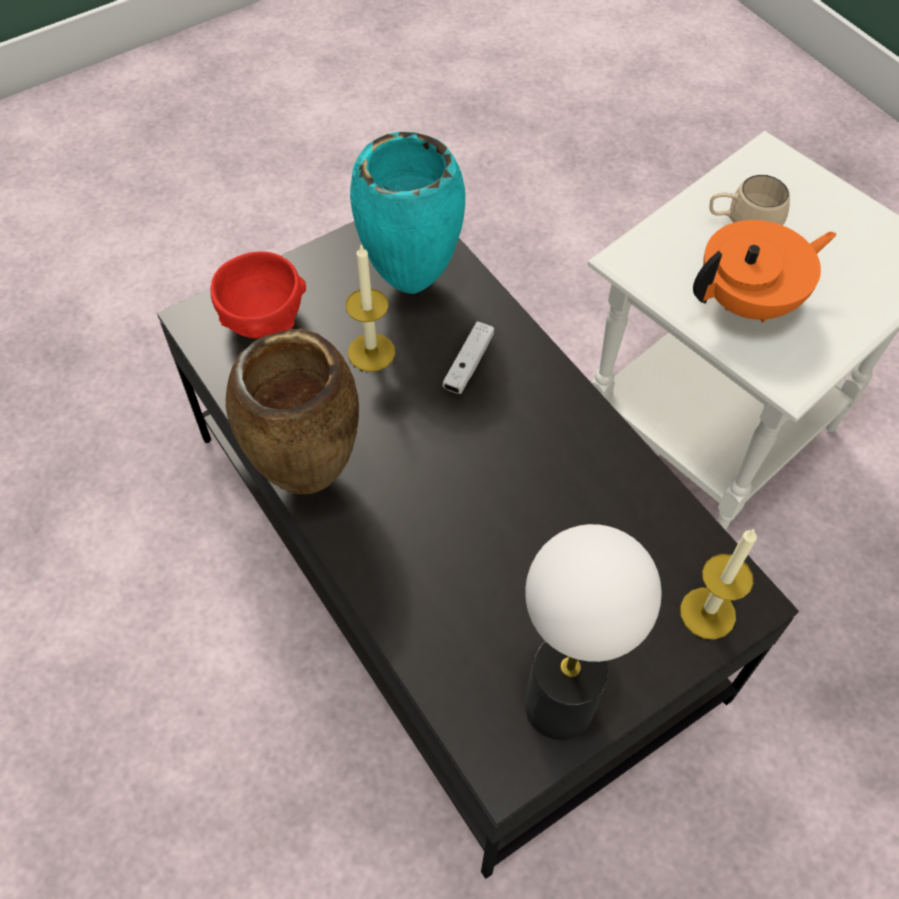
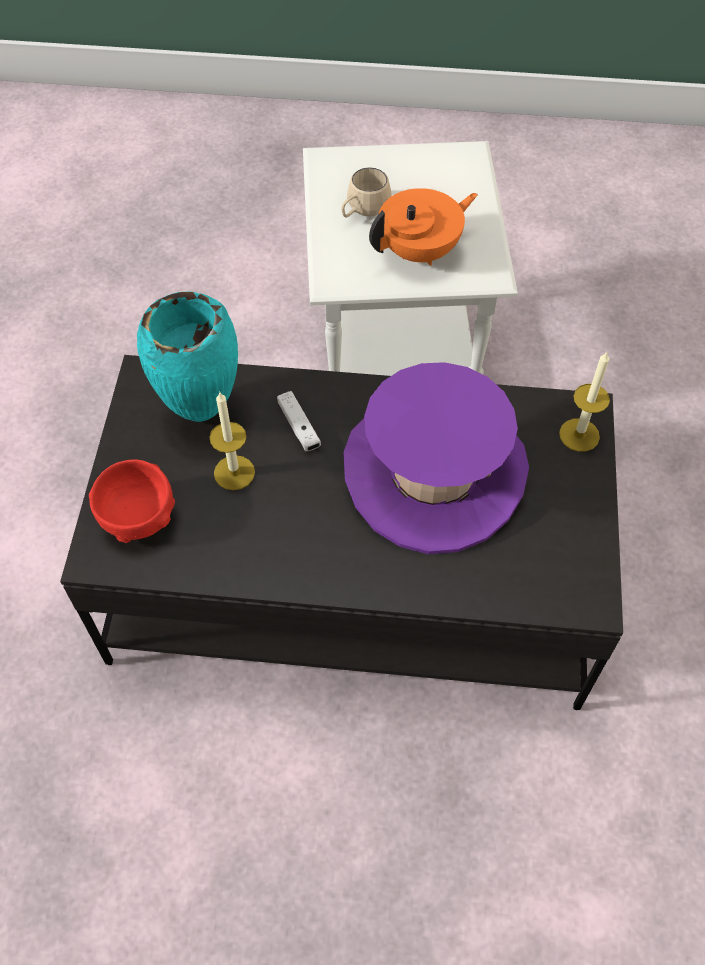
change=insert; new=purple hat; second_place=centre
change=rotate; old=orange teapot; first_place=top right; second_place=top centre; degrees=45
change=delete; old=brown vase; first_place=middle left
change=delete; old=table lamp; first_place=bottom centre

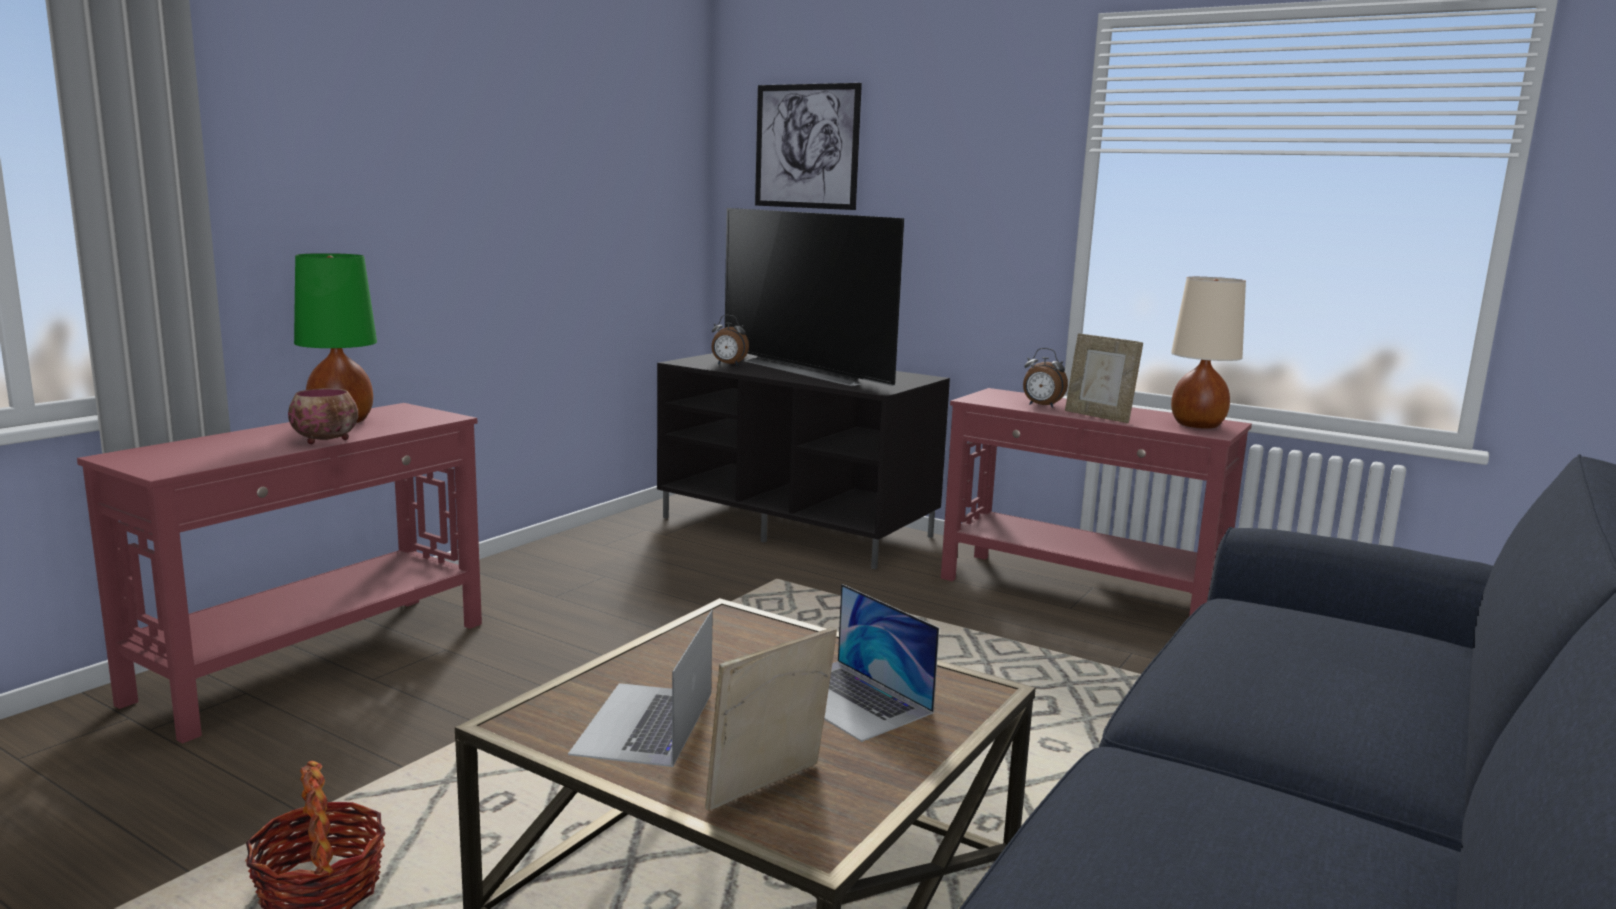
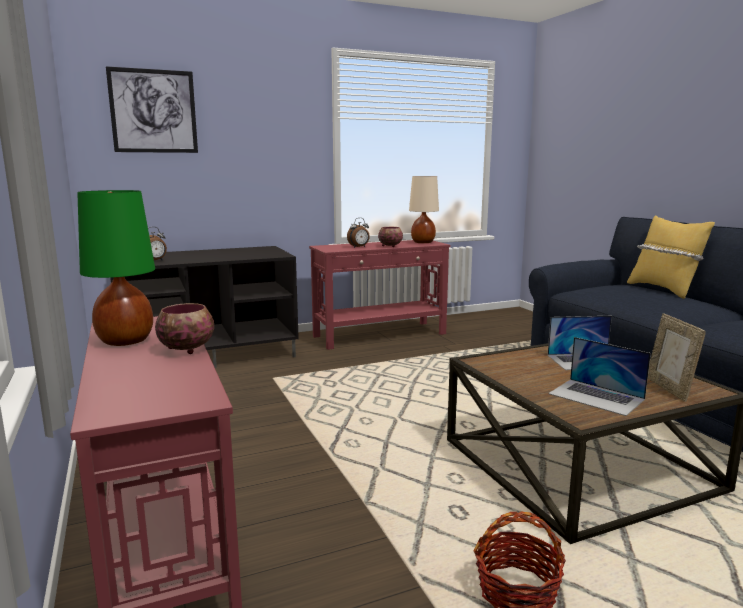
change=replace; old=picture frame (2nd from left); new=bowl (2nd from left); first_place=middle right; second_place=centre
change=insert; new=yellow pillow; second_place=middle right
change=delete; old=television; first_place=top centre

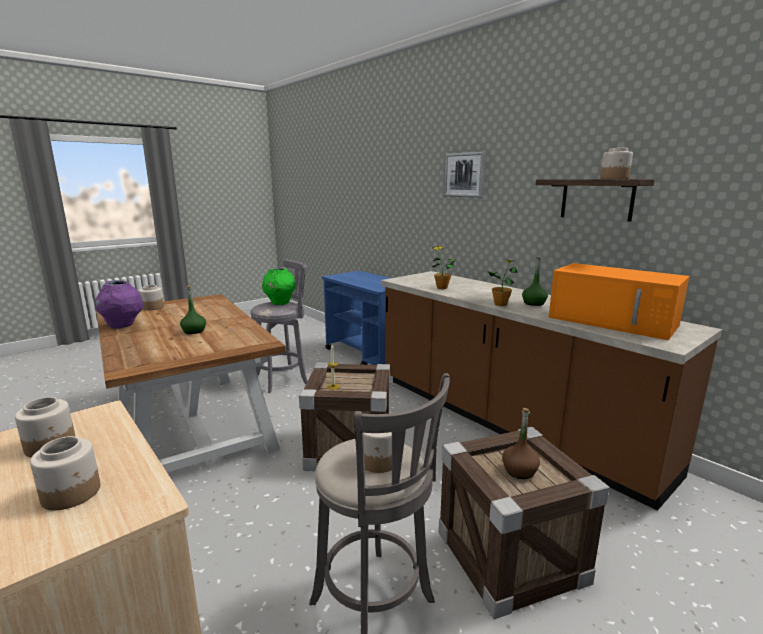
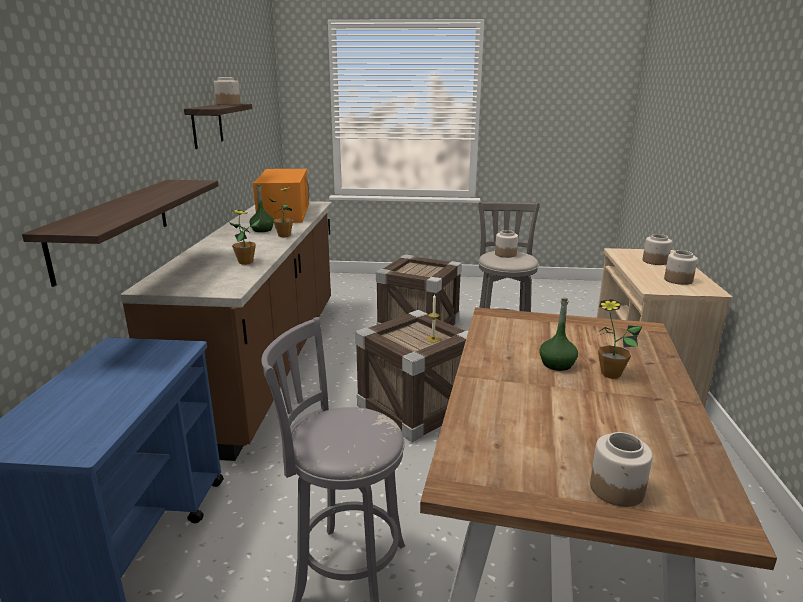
change=insert; new=shelf (1st from left); second_place=middle left
change=insert; new=potted plant (3rd from left); second_place=middle right
change=delete; old=purple vase; first_place=middle left
change=delete; old=green vase; first_place=centre
change=delete; old=picture; first_place=top centre
change=delete; old=brown bottle; first_place=bottom right

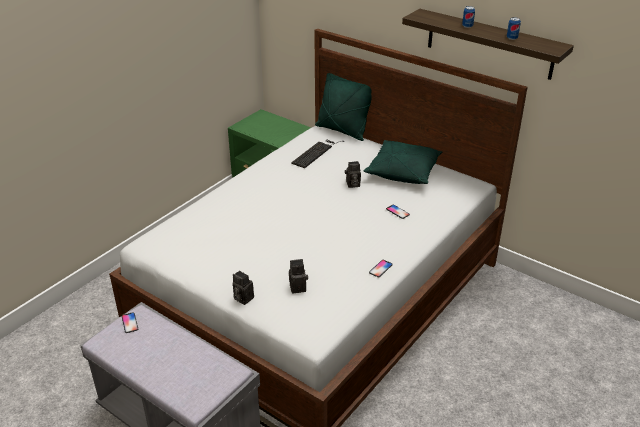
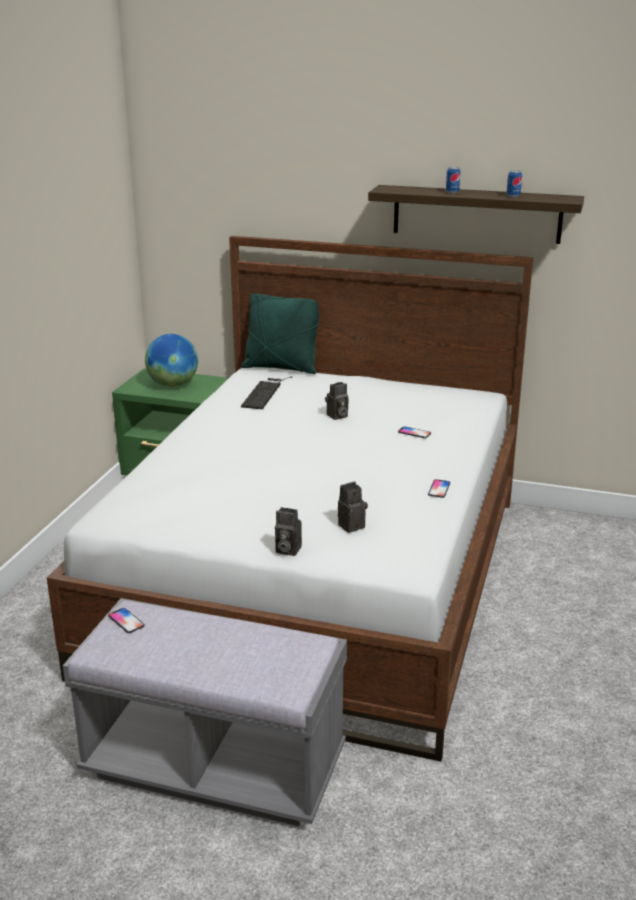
change=insert; new=globe; second_place=middle left
change=delete; old=green pillow (2nd from left); first_place=centre

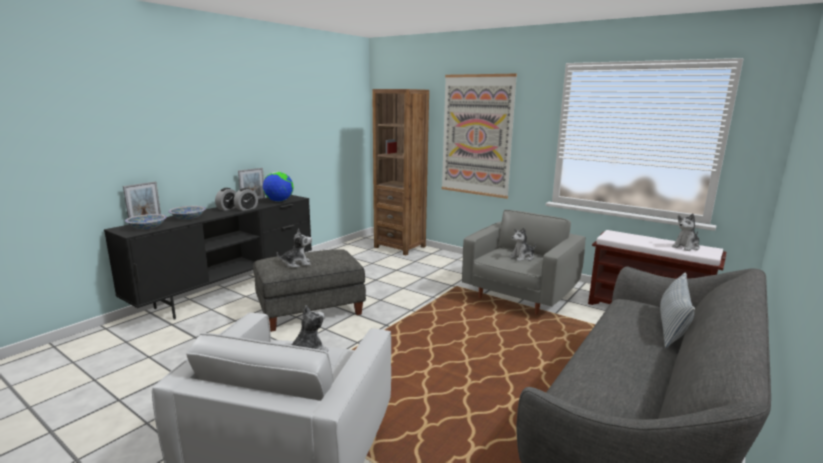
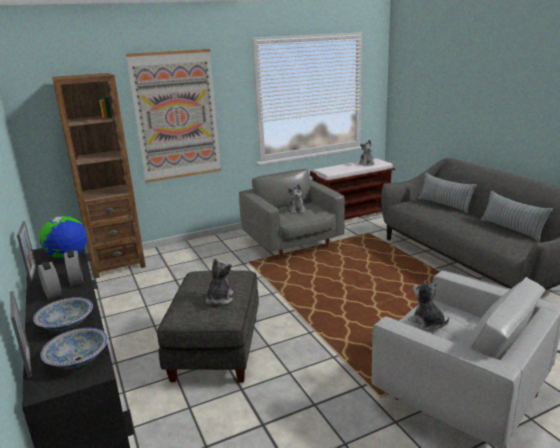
change=insert; new=pillow (2nd from left); second_place=middle right

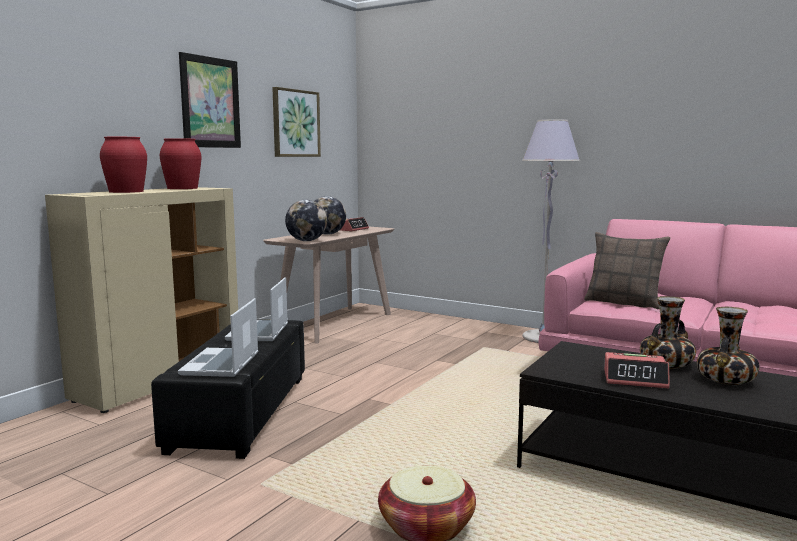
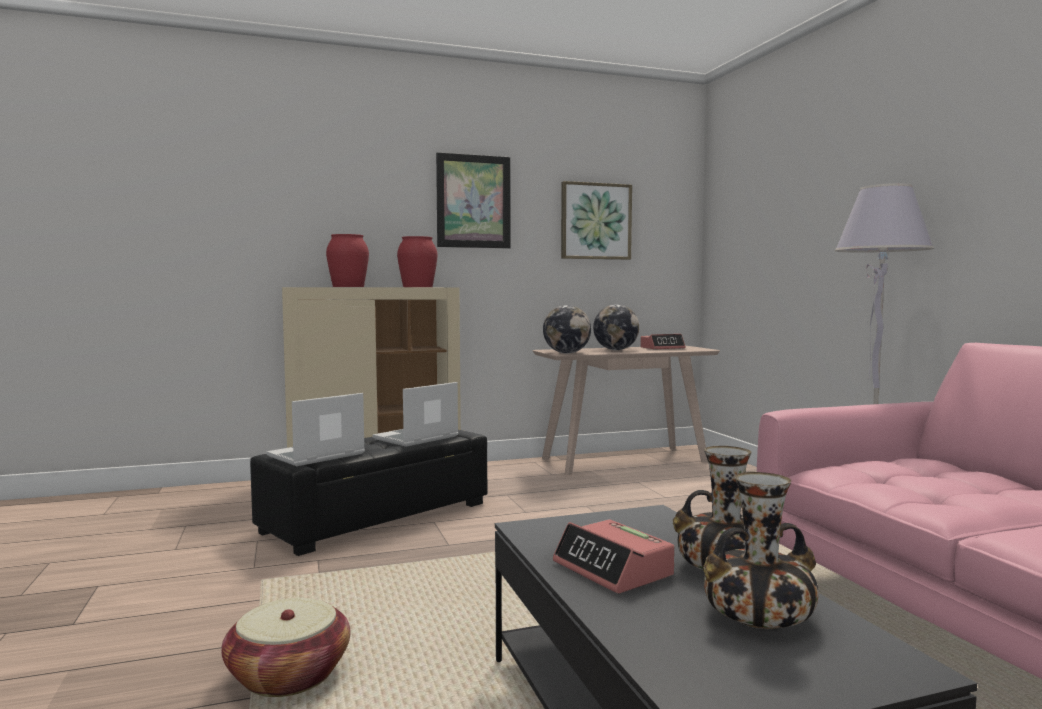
change=delete; old=pillow; first_place=middle right

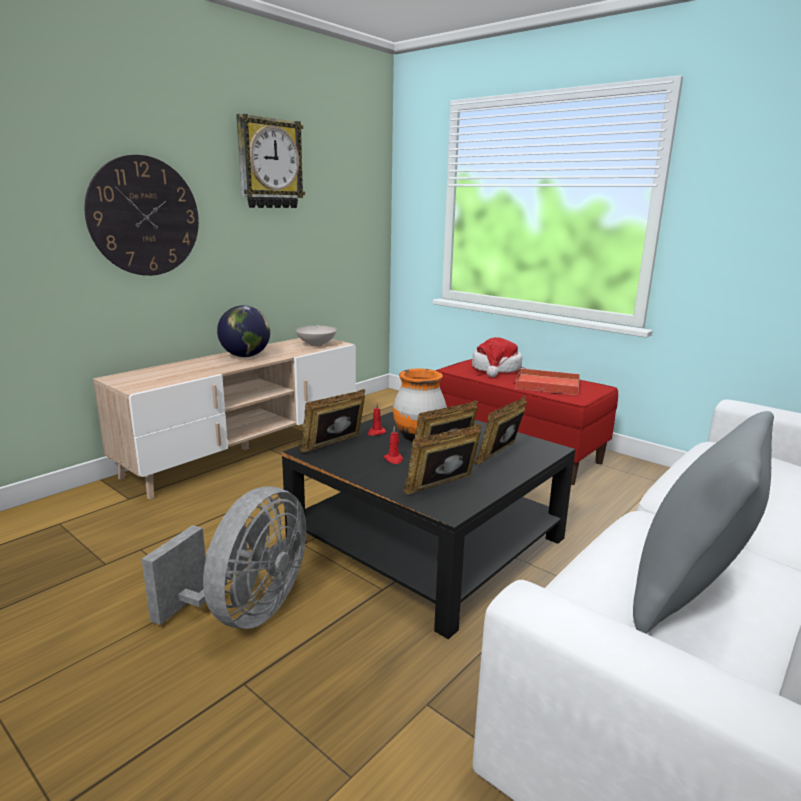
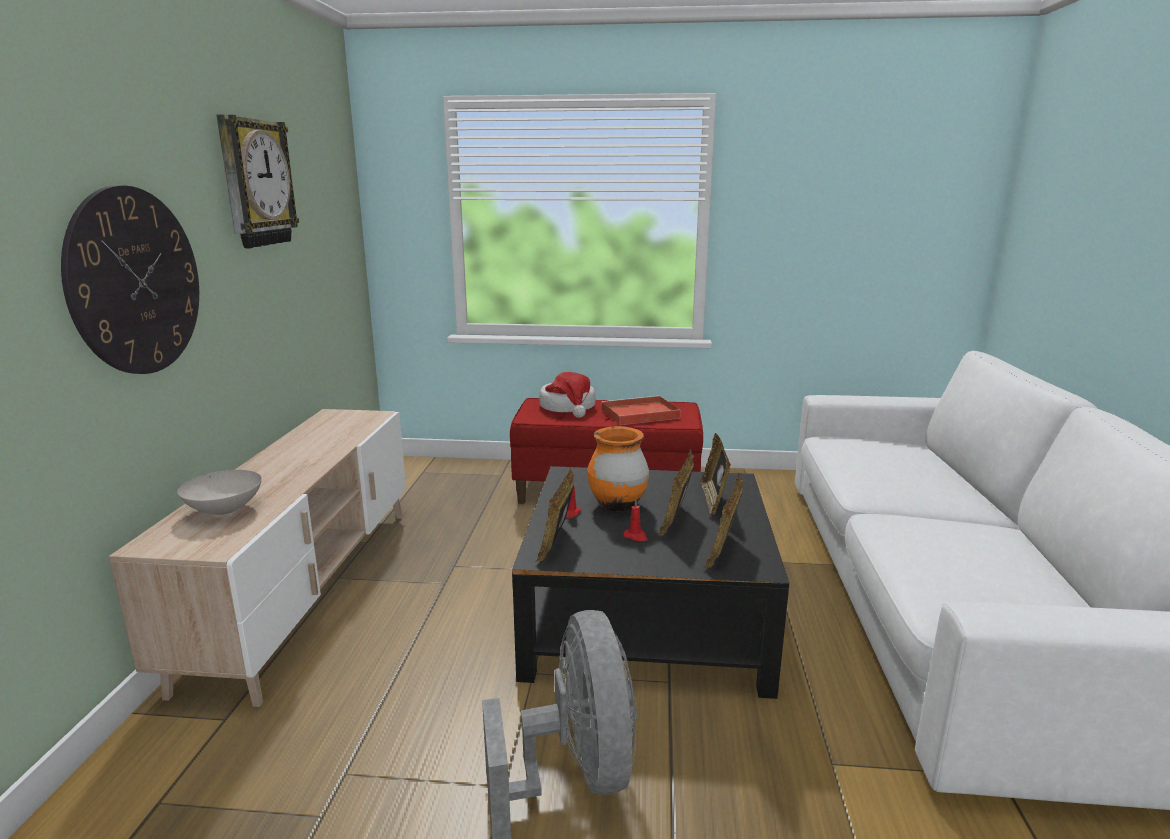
change=move; old=white bowl; first_place=centre; second_place=middle left
change=delete; old=globe; first_place=middle left
change=delete; old=grey pillow; first_place=middle right

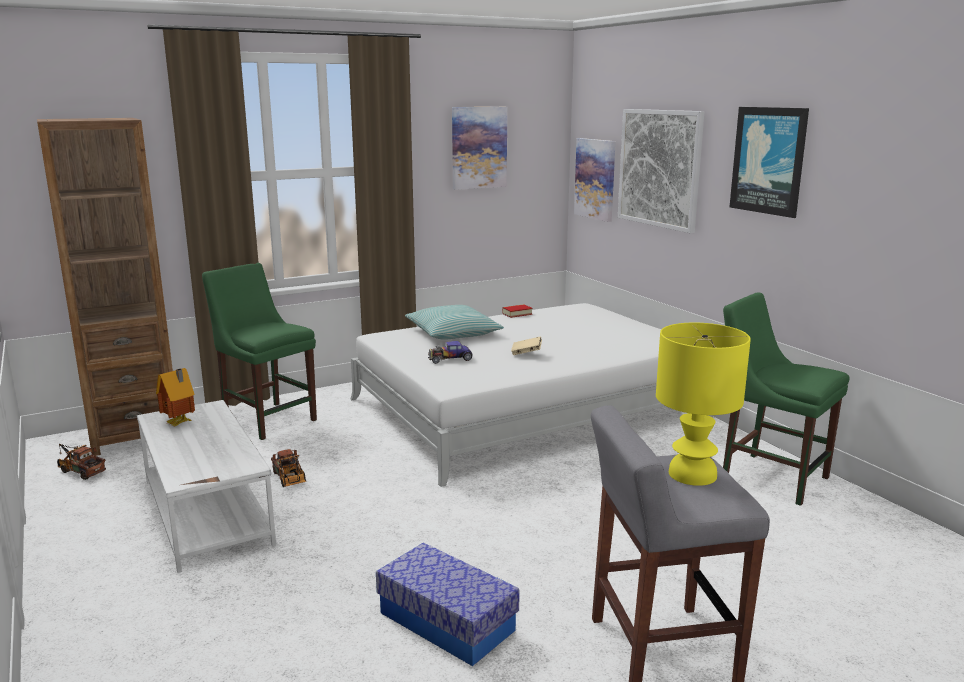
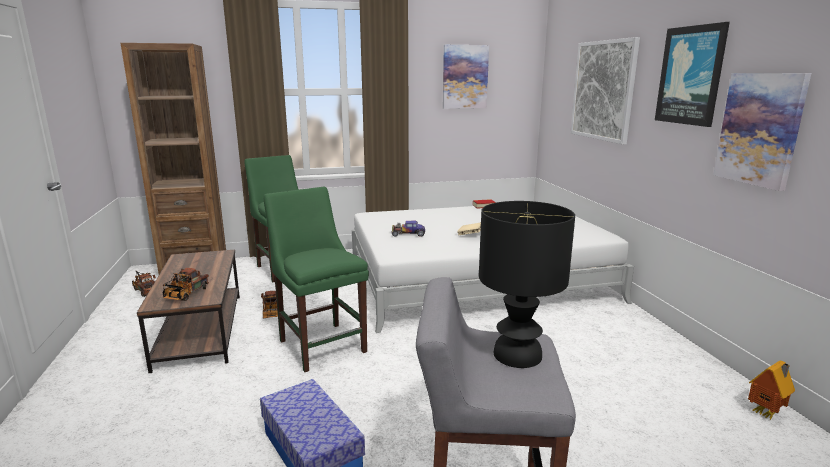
change=recolor; old=white coffee table; new=brown coffee table; first_place=bottom left; second_place=middle left
change=insert; new=toy truck (2nd from left); second_place=middle left
change=move; old=green chair (2nd from left); first_place=middle right; second_place=centre
change=recolor; old=yellow table lamp; new=black table lamp; first_place=middle right; second_place=centre
change=move; old=picture (2nd from left in the first image); new=picture (4th from left); first_place=top centre; second_place=top right
change=move; old=toy house; first_place=middle left; second_place=bottom right
change=delete; old=pillow; first_place=centre

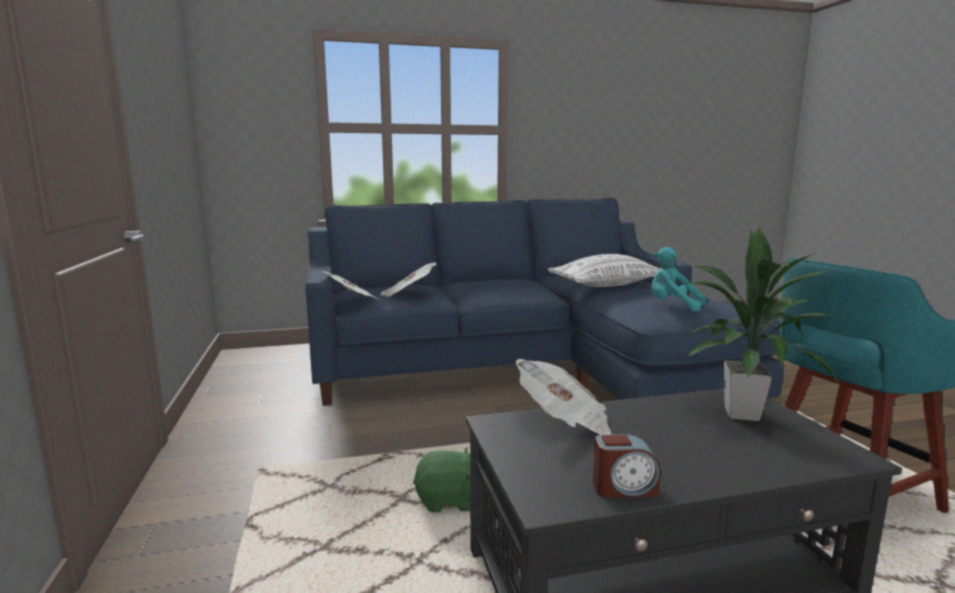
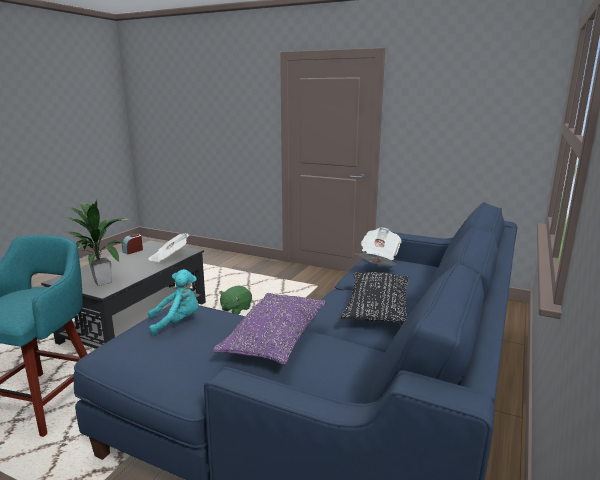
change=recolor; old=white pillow; new=purple pillow; first_place=centre; second_place=bottom centre
change=insert; new=black pillow; second_place=centre

